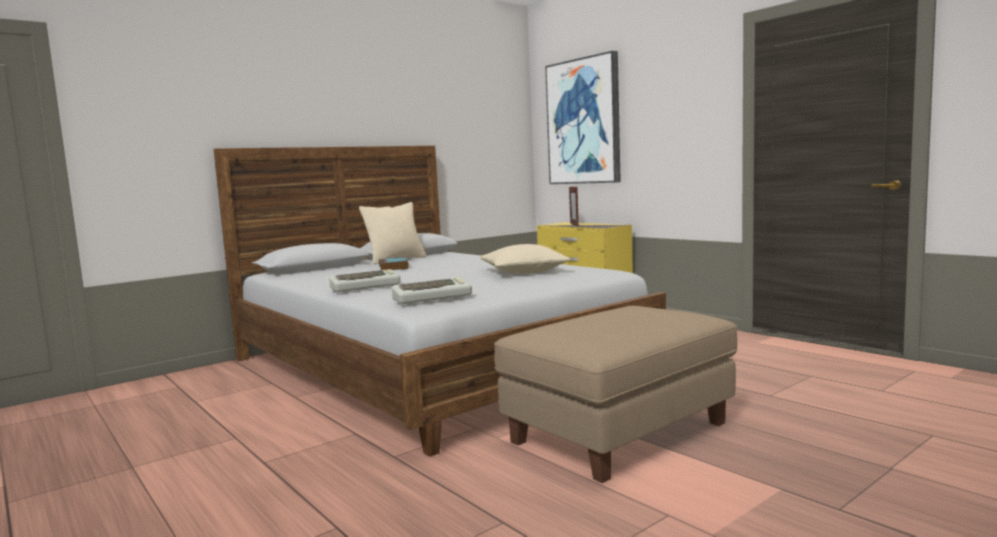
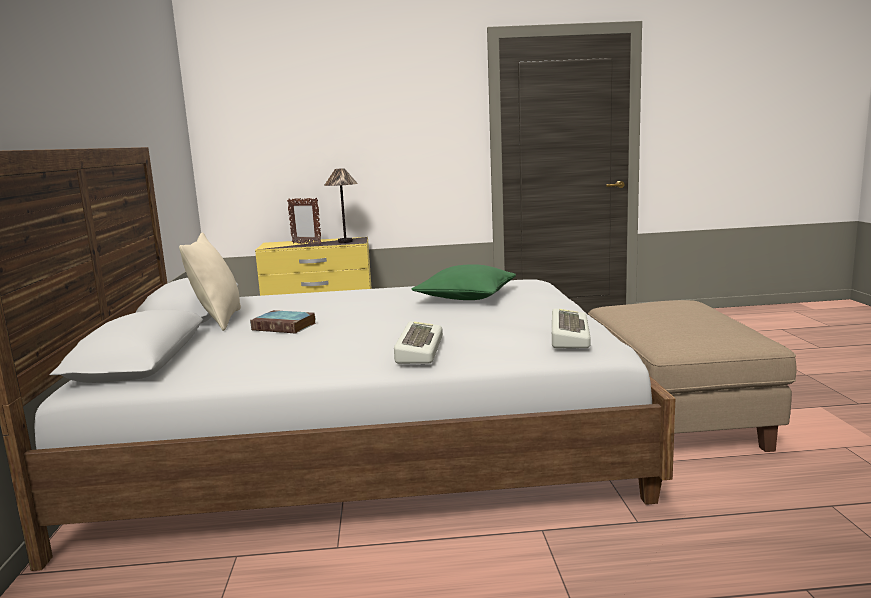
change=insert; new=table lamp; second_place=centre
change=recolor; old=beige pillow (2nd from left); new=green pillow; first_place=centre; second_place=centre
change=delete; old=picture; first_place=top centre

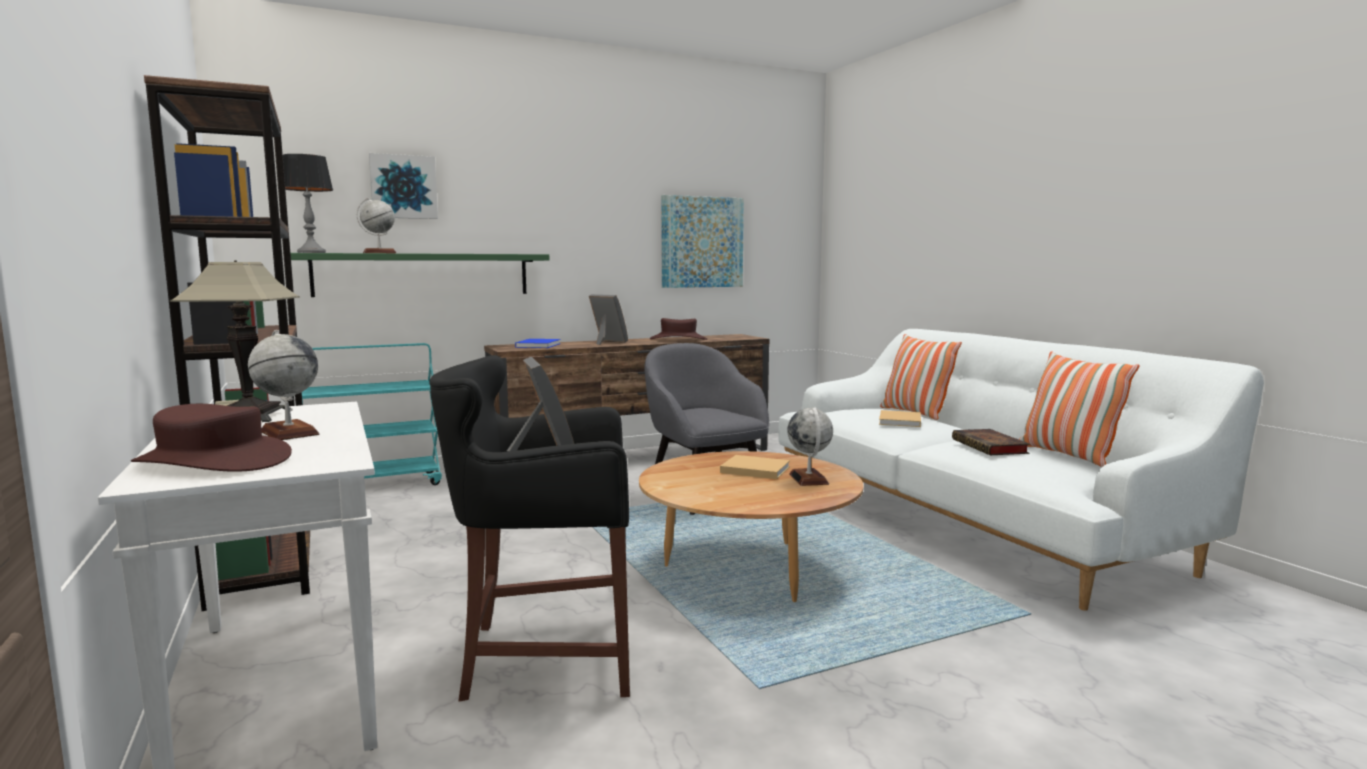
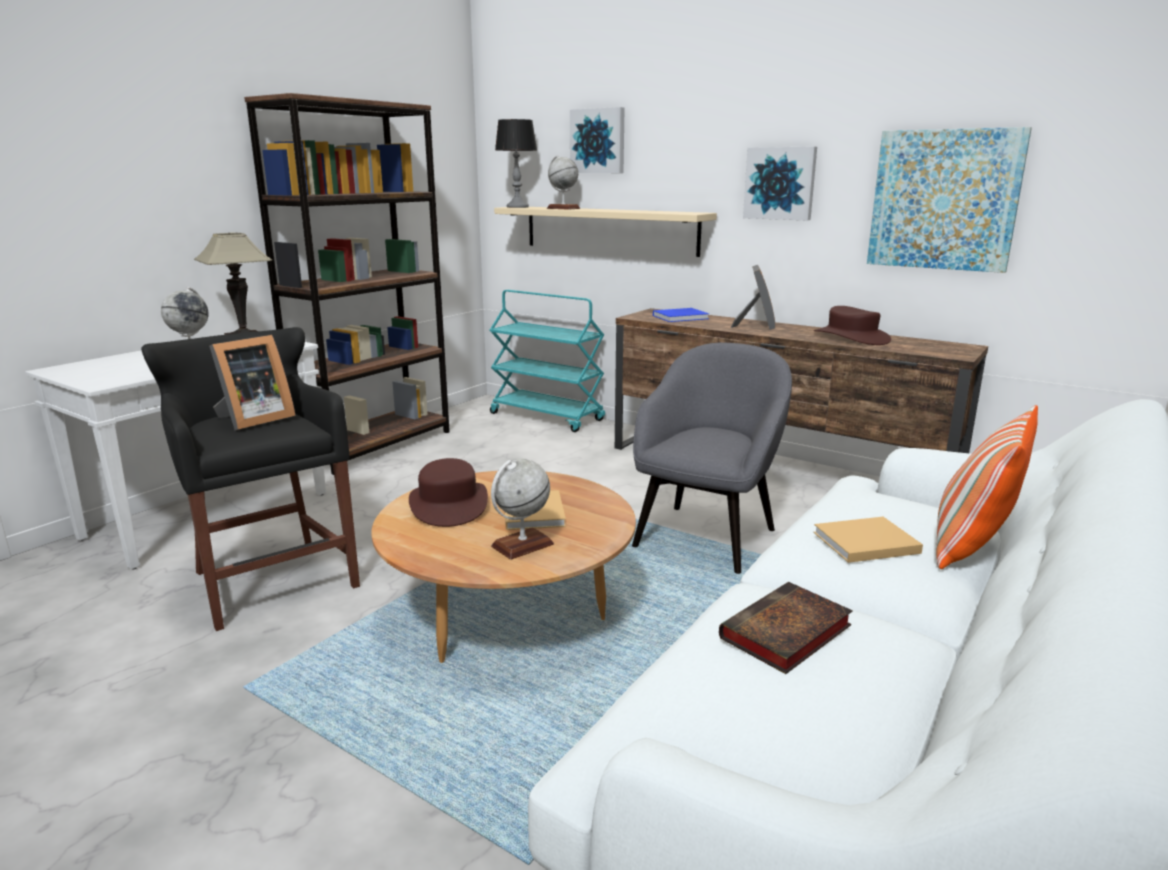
change=move; old=brown hat (1st from left); first_place=middle left; second_place=centre
change=recolor; old=green shelf; new=beige shelf; first_place=middle left; second_place=top centre
change=insert; new=picture (2nd from left); second_place=top right
change=delete; old=pillow (2nd from left); first_place=middle right

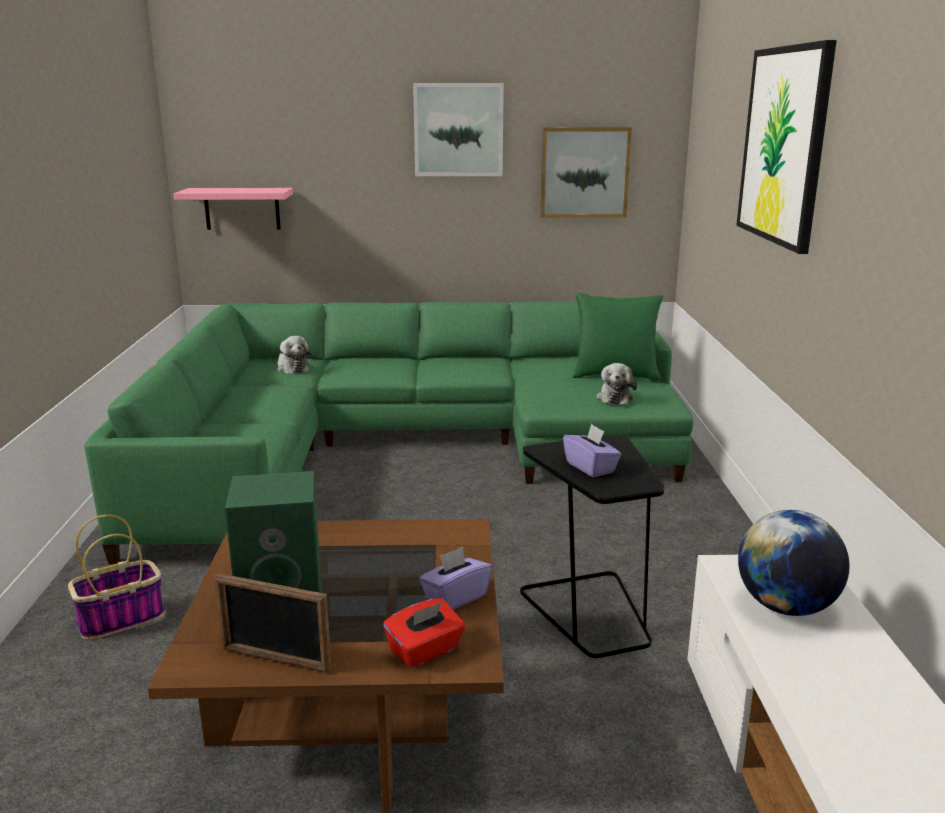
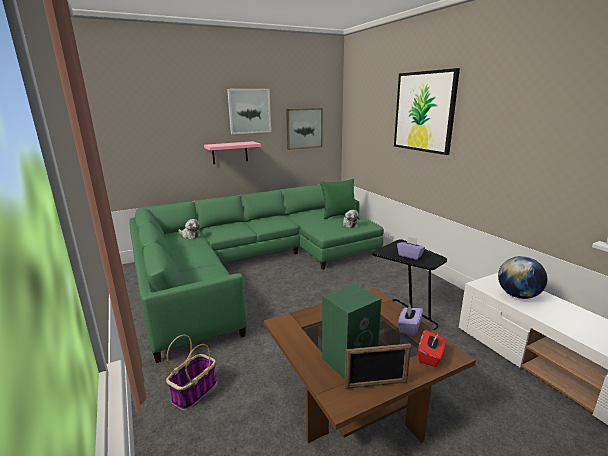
change=move; old=pink shelf; first_place=top left; second_place=centre

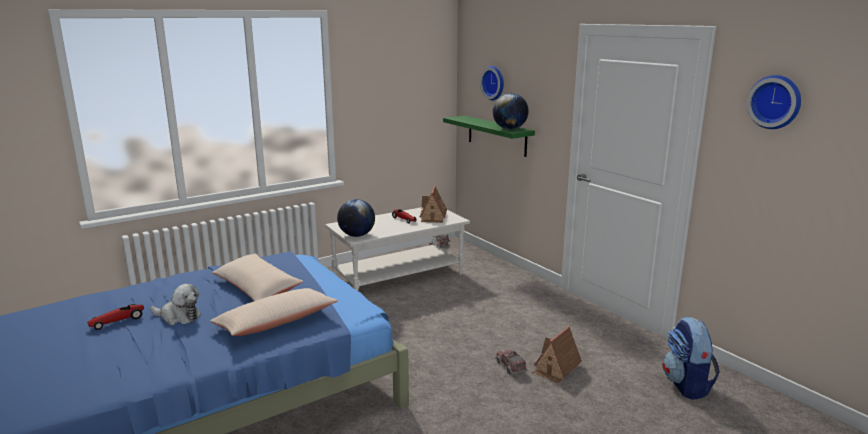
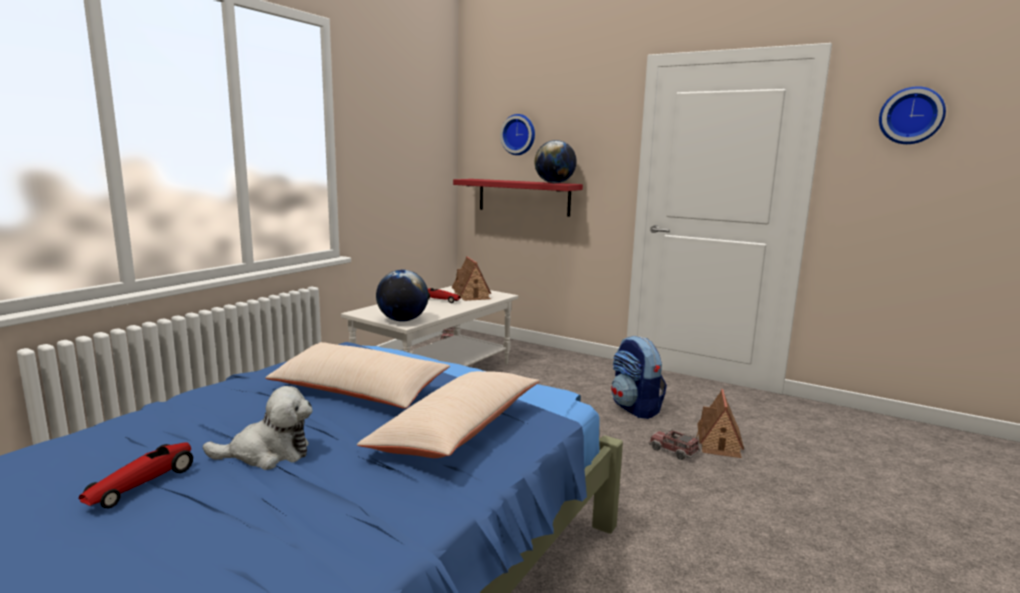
change=recolor; old=green shelf; new=red shelf; first_place=top centre; second_place=centre
change=move; old=backpack; first_place=bottom right; second_place=centre

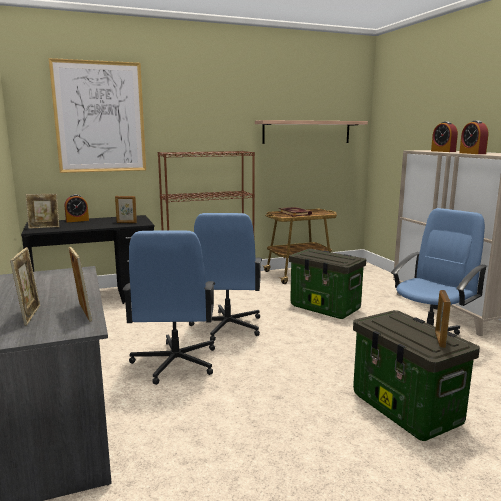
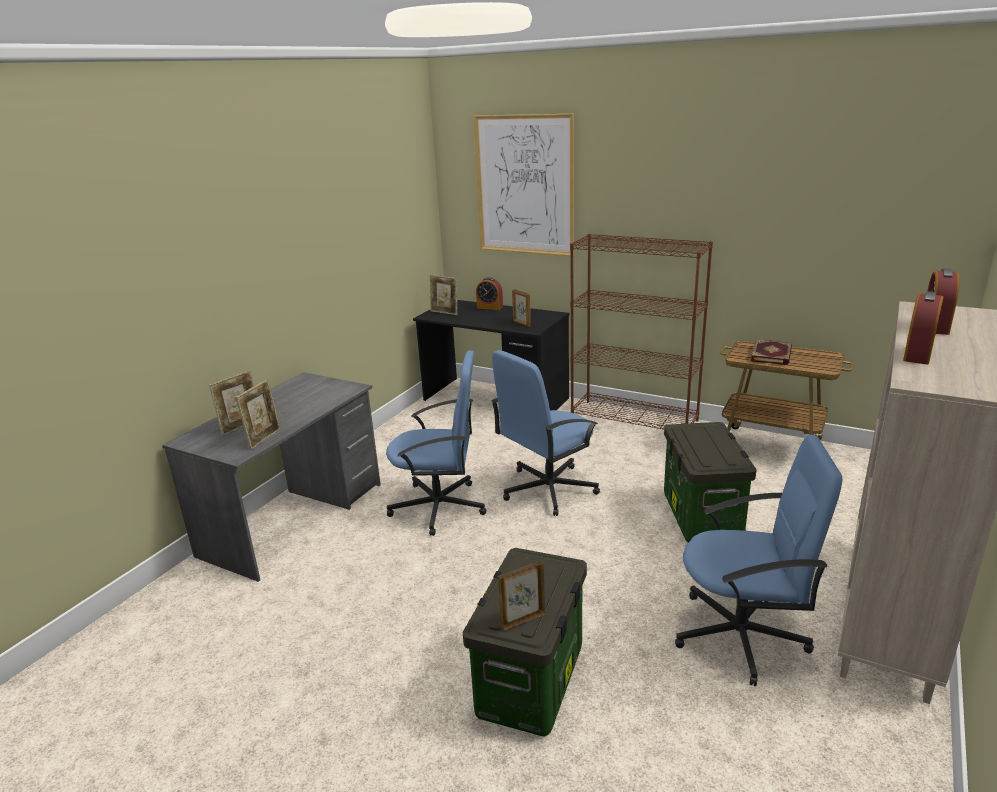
change=rotate; old=blue office chair (1st from left); first_place=centre; second_place=centre; degrees=-135
change=delete; old=shelf; first_place=top centre

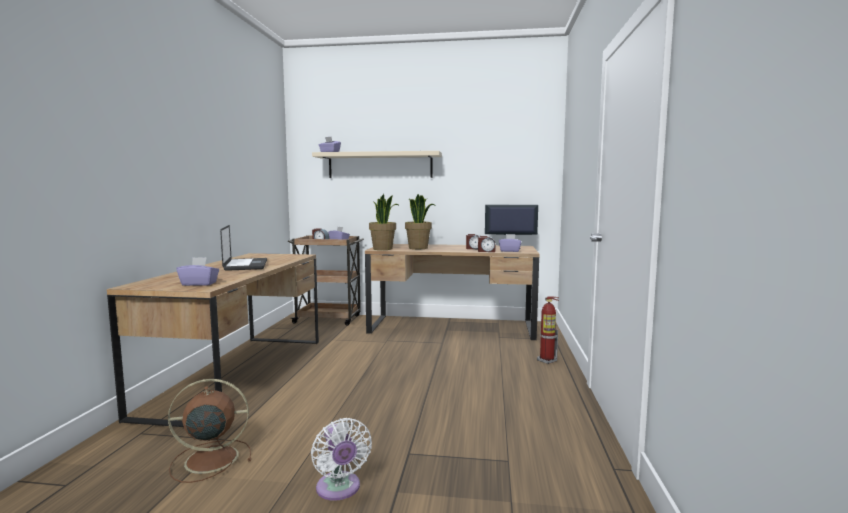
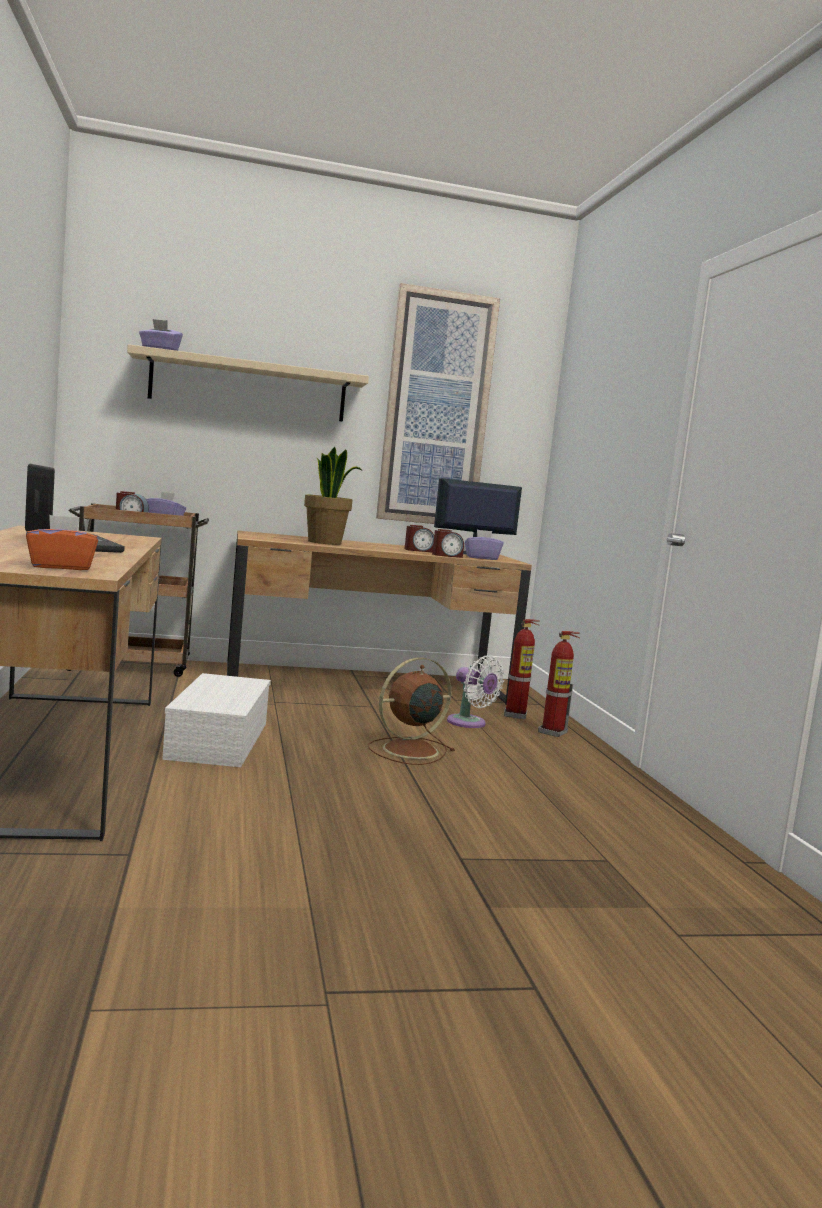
change=recolor; old=purple tissue box (1st from left); new=orange tissue box; first_place=middle left; second_place=middle left
change=insert; new=white storage box; second_place=middle left
change=move; old=brown fan; first_place=bottom left; second_place=centre
change=insert; new=picture; second_place=centre
change=move; old=white fan; first_place=bottom centre; second_place=centre
change=insert; new=fire extinguisher (1st from left); second_place=centre
change=delete; old=potted plant (1st from left); first_place=centre

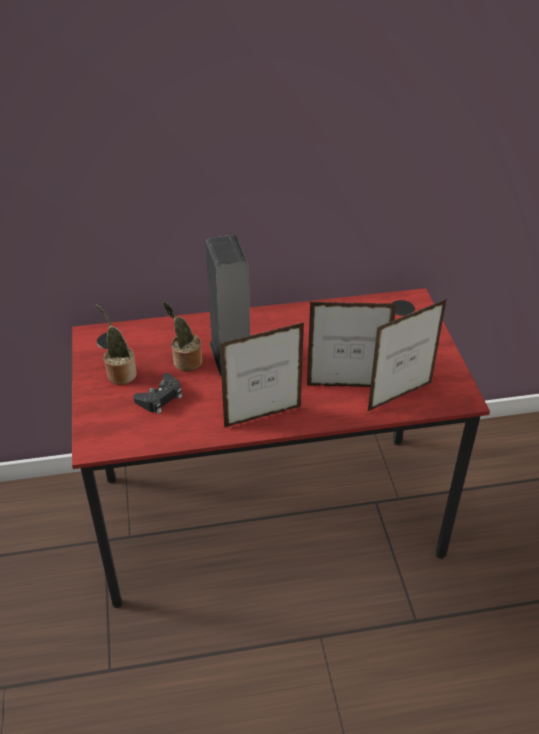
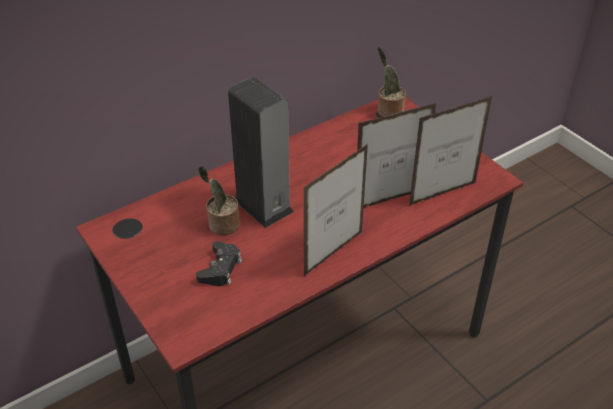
change=move; old=potted plant (1st from left in the first image); new=potted plant (2nd from left); first_place=middle left; second_place=top centre
change=rotate; old=picture frame (3rd from left); first_place=middle right; second_place=middle right; degrees=-150

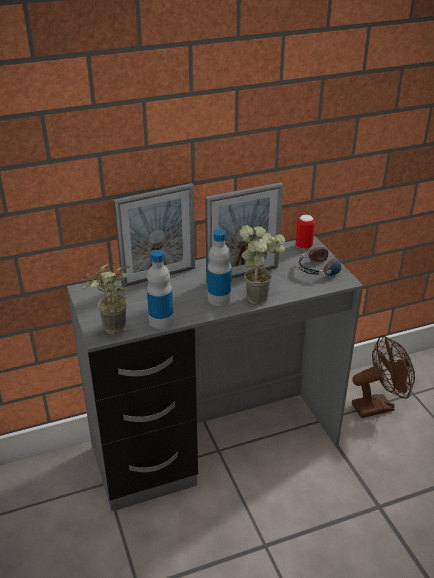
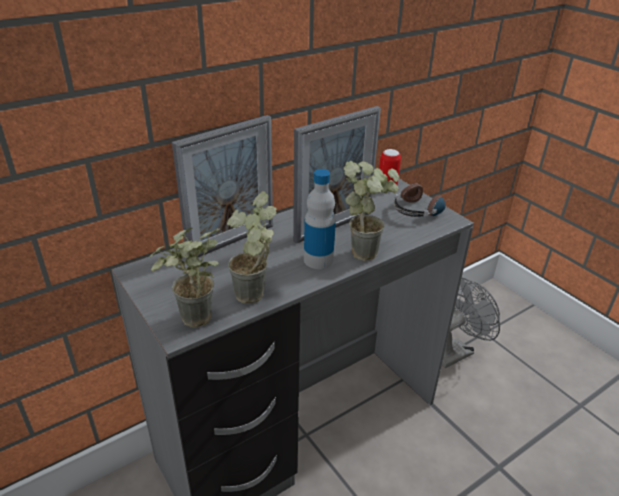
change=replace; old=bottle (1st from left); new=potted plant (2nd from left); first_place=centre; second_place=centre
change=recolor; old=brown fan; new=grey fan; first_place=middle right; second_place=middle right

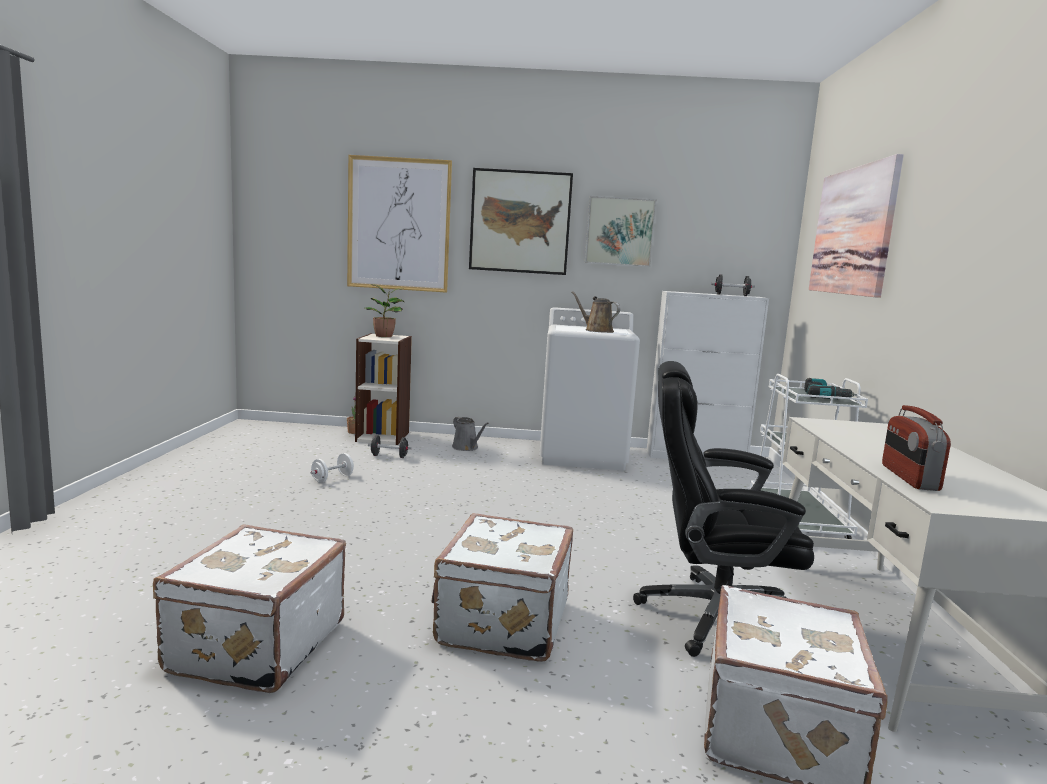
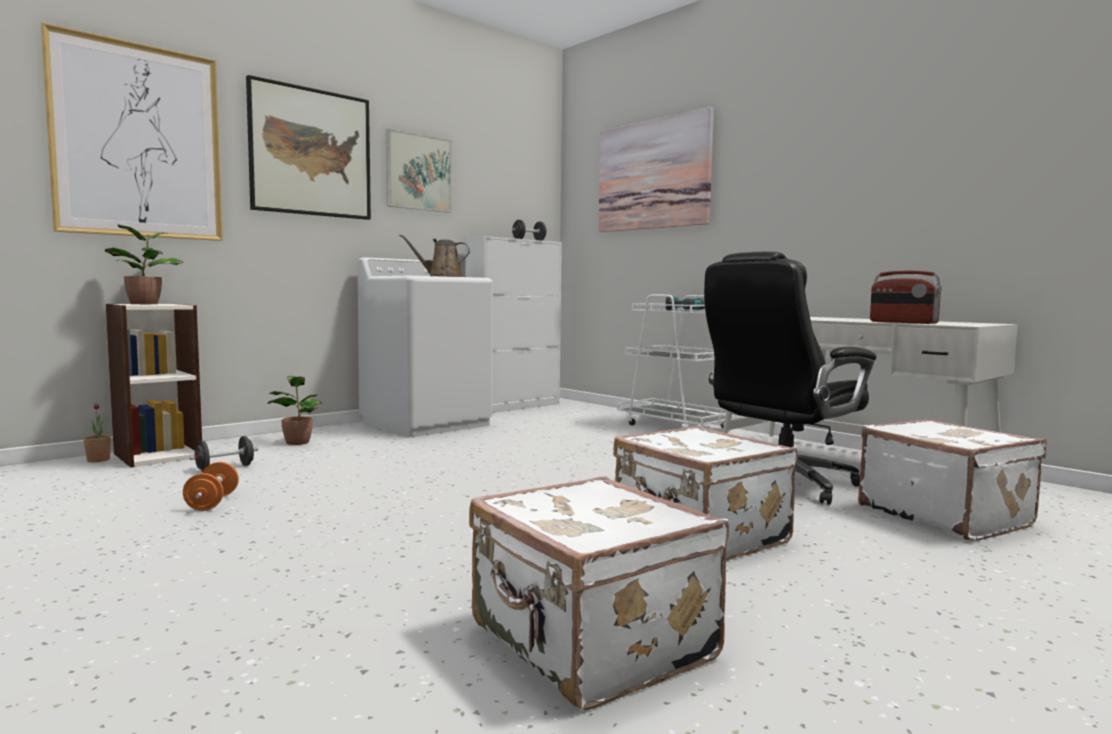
change=recolor; old=white dumbbell; new=orange dumbbell; first_place=middle left; second_place=middle left
change=replace; old=grey watering can; new=potted plant (3rd from left); first_place=centre; second_place=middle left

